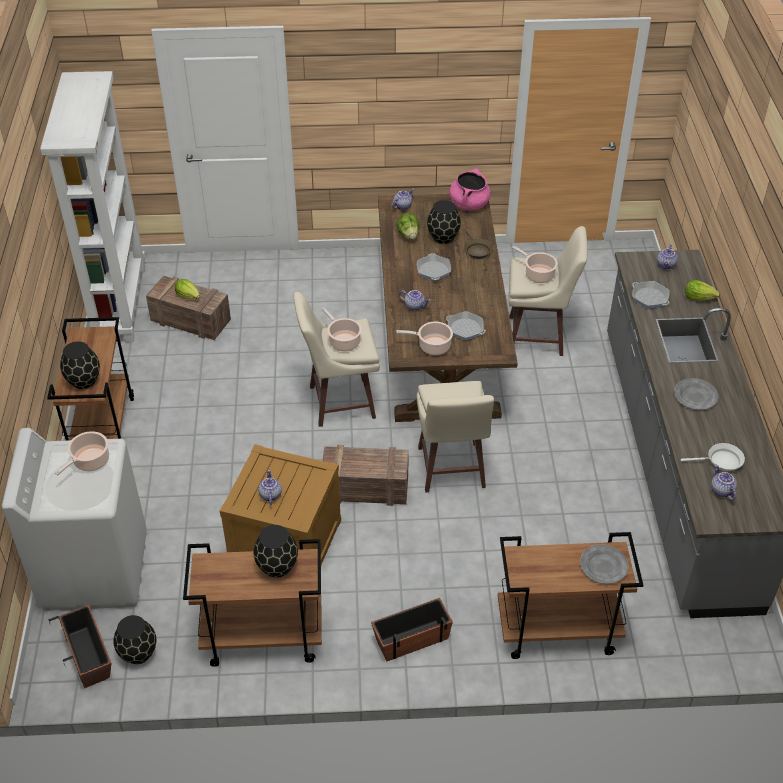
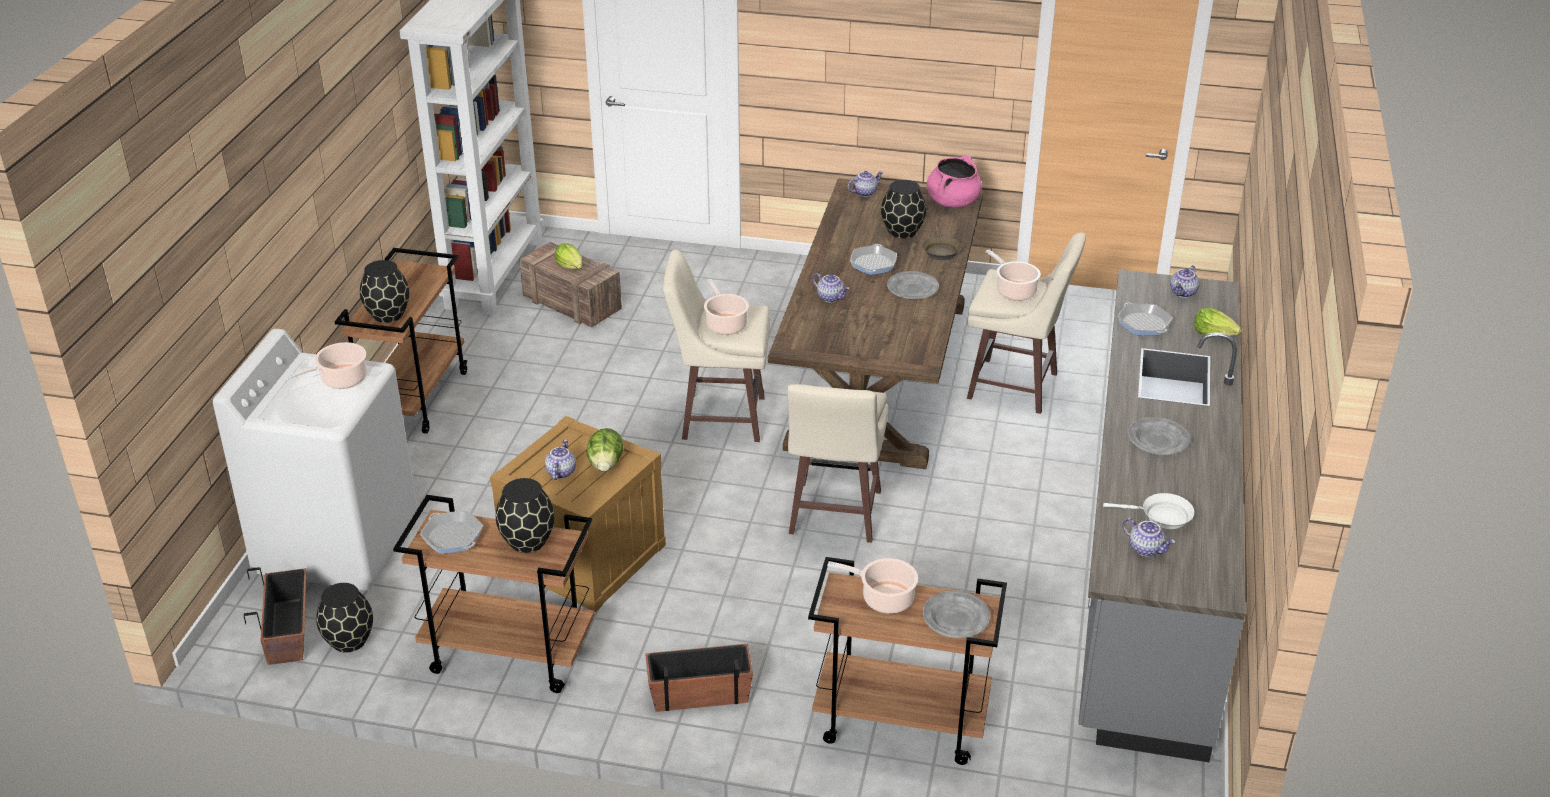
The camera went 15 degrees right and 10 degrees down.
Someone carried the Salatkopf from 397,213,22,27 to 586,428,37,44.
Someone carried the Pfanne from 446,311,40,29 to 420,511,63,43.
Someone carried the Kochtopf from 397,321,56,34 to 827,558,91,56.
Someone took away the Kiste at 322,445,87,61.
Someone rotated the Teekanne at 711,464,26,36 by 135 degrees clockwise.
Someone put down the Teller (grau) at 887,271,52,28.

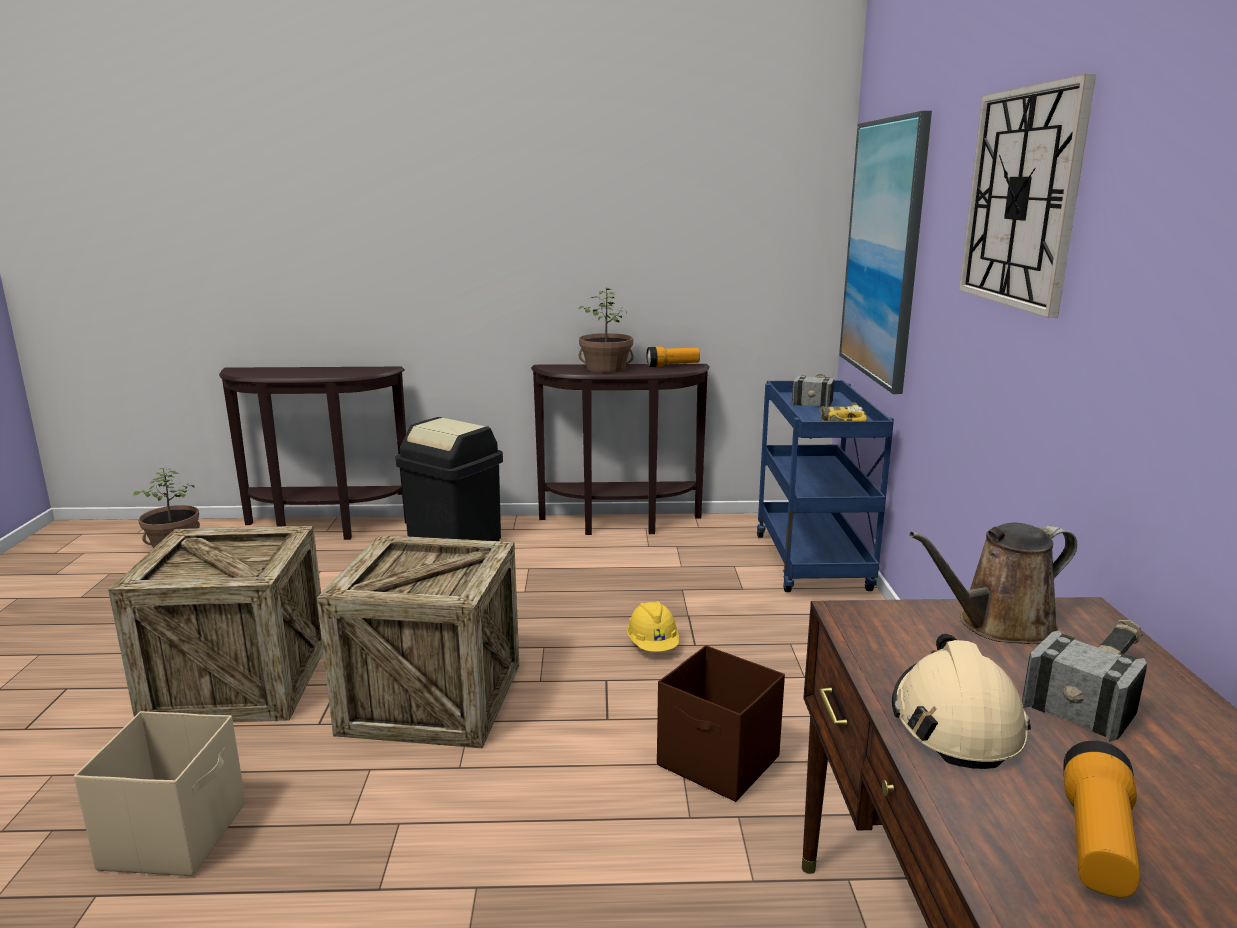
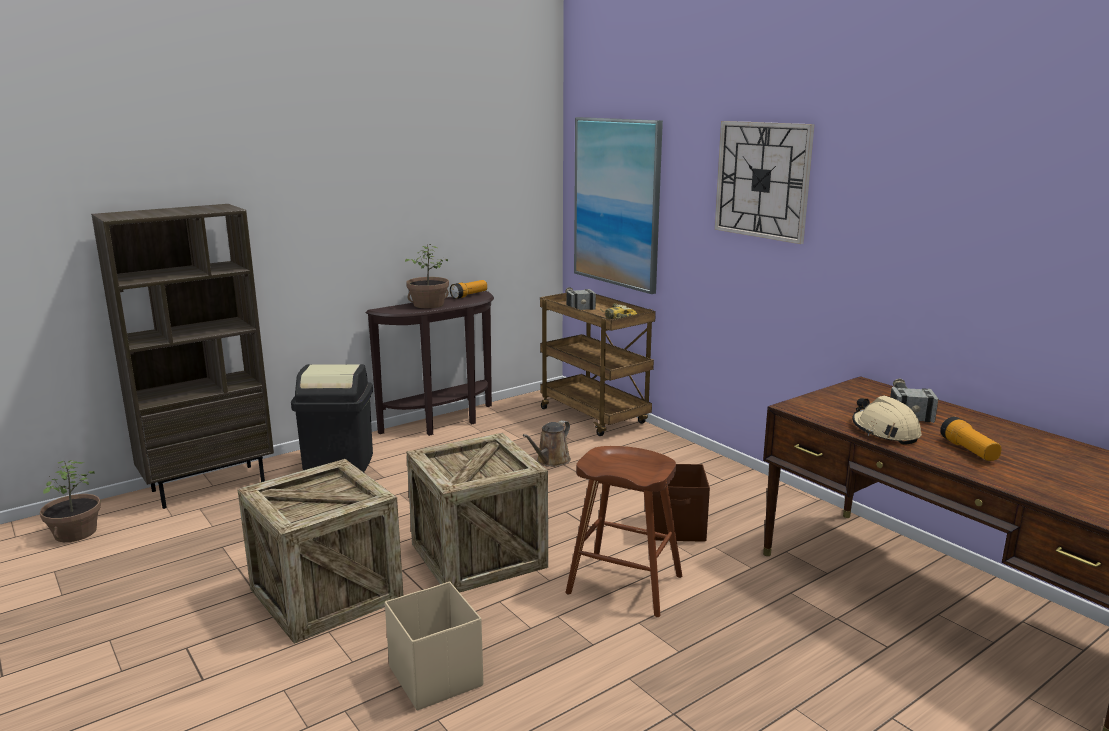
The camera went 35 degrees left and 0 degrees up.
Someone swapped the Konsolentisch (braun) at 219,367,187,173 for the Bücherregal (braun) at 91,204,183,305.
Someone repainted the Rollwagen (blau) at 757,380,137,212, which became the Rollwagen (braun) at 540,293,116,143.
Someone carried the Gießkanne (braun) from 909,522,168,122 to 523,420,48,47.
Someone took away the Schutzhelm (gelb) at 627,601,52,51.
Someone put down the Hocker (braun) at 566,446,116,171.

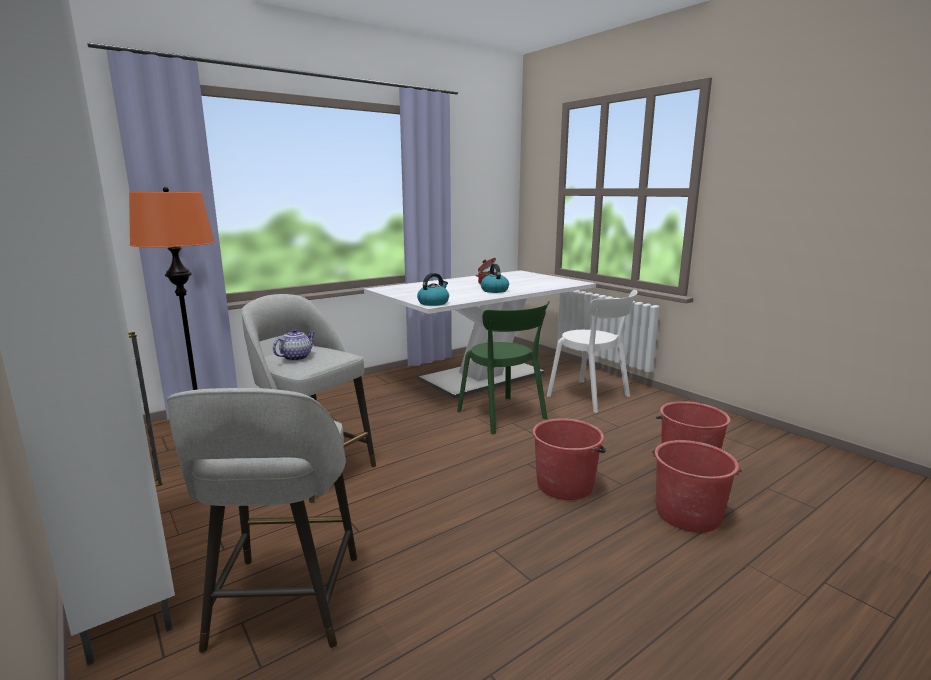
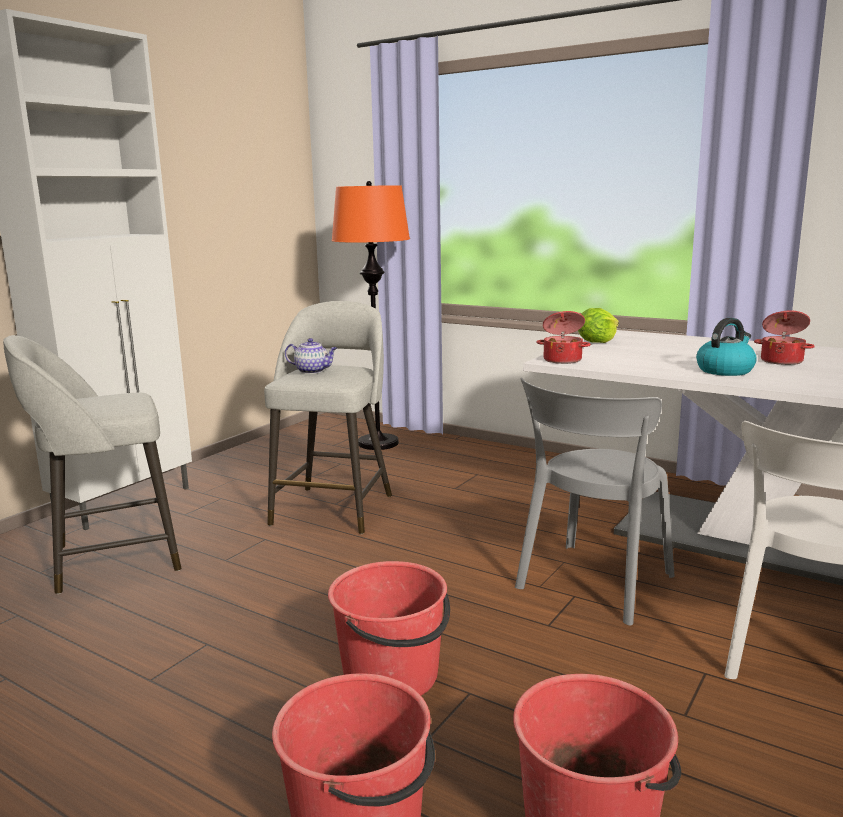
The camera went 70 degrees right and 0 degrees up.
Someone swapped the Wasserkessel at 417,273,32,33 for the Kochtopf at 536,311,55,53.
Someone repainted the Stuhl (grün) at 457,301,93,133, which became the Stuhl (grau) at 515,378,160,248.
Someone put down the Salatkopf at 578,308,41,35.

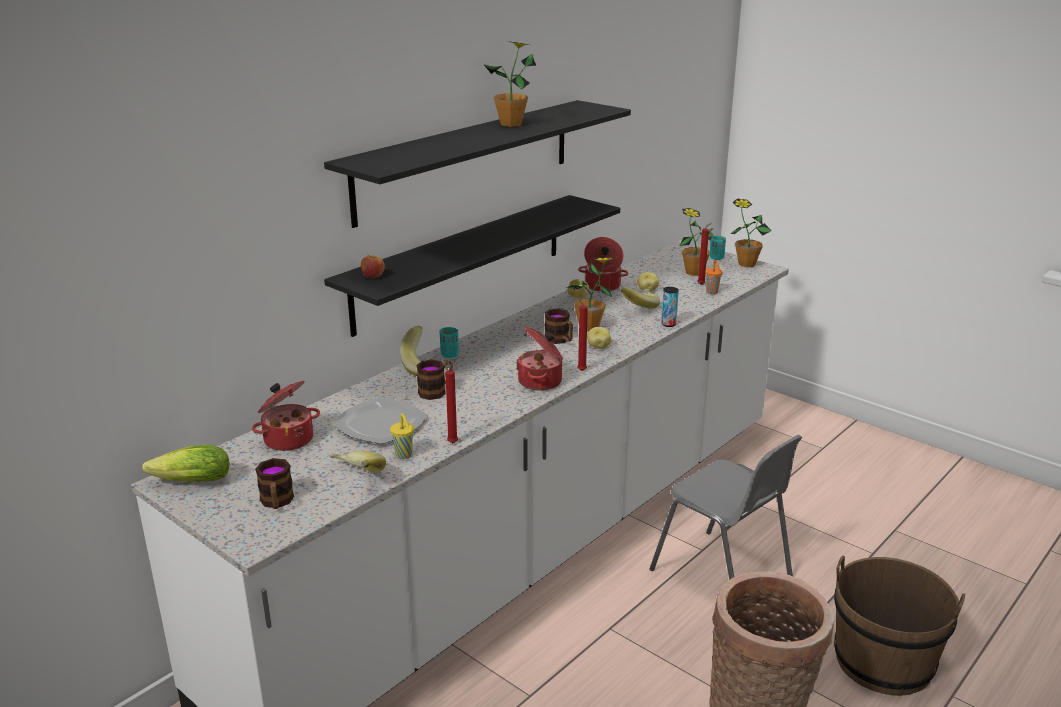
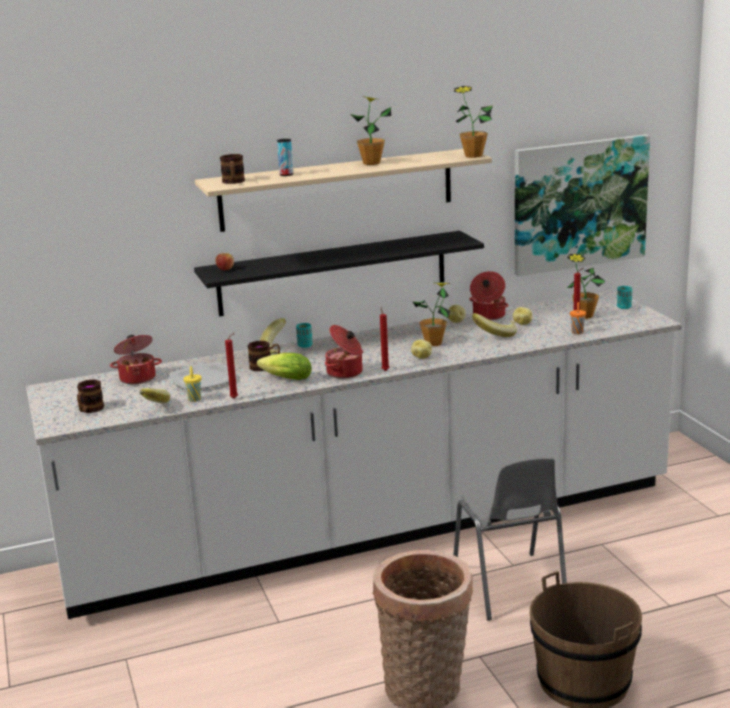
The camera went 30 degrees right and 5 degrees down.
Someone repainted the Wandregal (schwarz) at 324,100,307,128, which became the Wandregal (beige) at 195,149,297,83.
Someone carried the Topfpflanze from 730,199,41,68 to 454,86,39,72.
Someone carried the Dose from 661,287,18,40 to 277,139,16,37.
Someone carried the Henkelbecher from 545,308,28,36 to 220,154,25,30.
Someone carried the Salatkopf from 143,445,87,37 to 257,353,55,27.
Someone put up the Bild at 515,134,135,142.

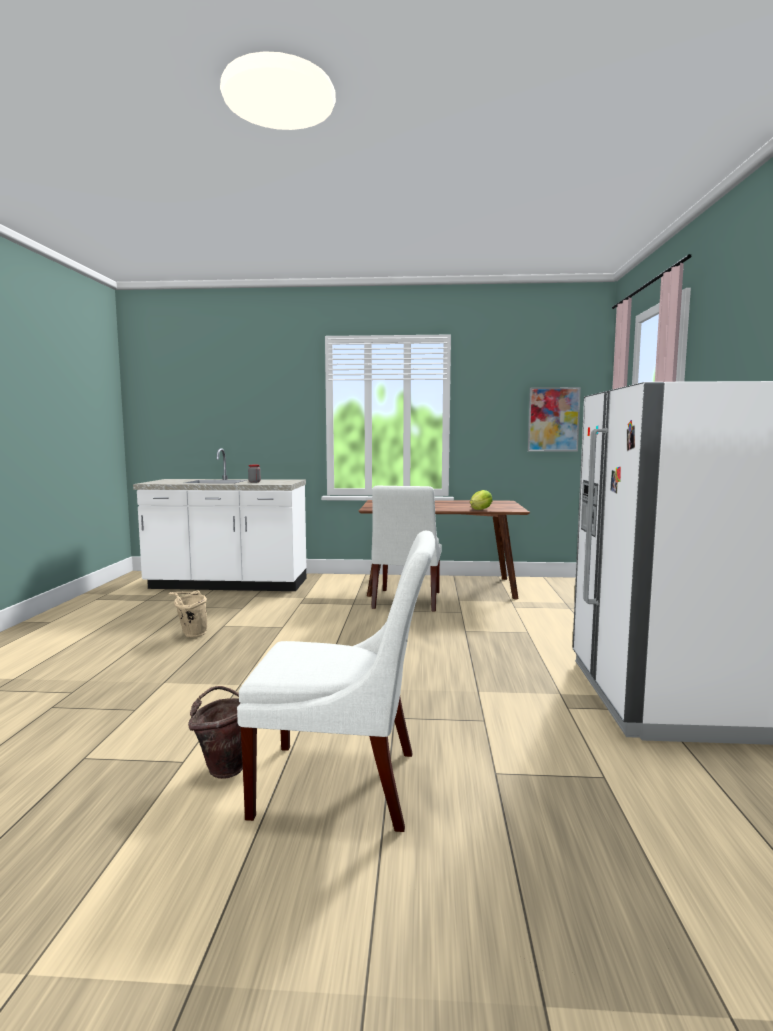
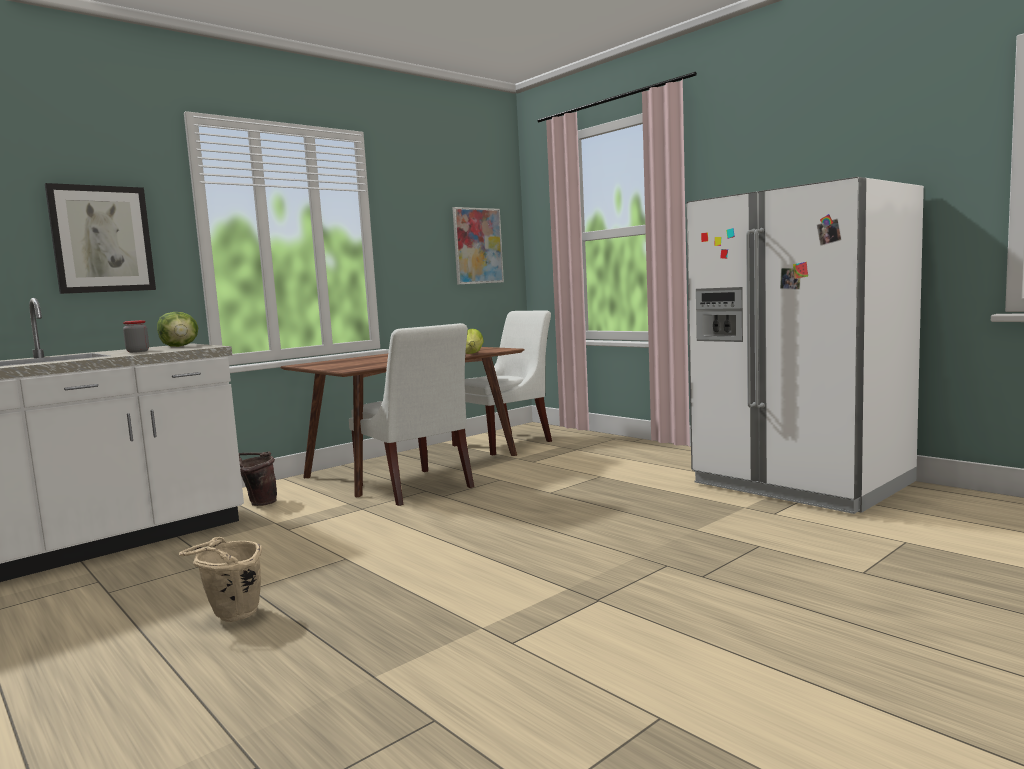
The camera went 45 degrees left and 0 degrees up.
Someone carried the Stuhl (weiß) from 237,531,198,301 to 452,311,100,144.
Someone carried the Eimer (braun) from 188,686,55,93 to 239,451,38,55.
Someone put up the Bild at 45,183,111,111.
Someone put down the Salatkopf at 157,312,41,35.

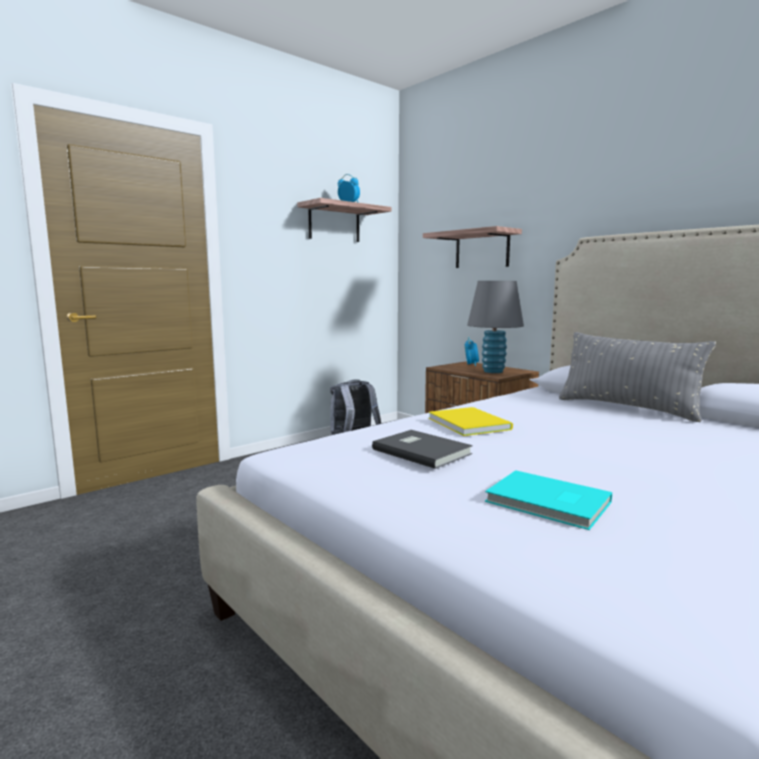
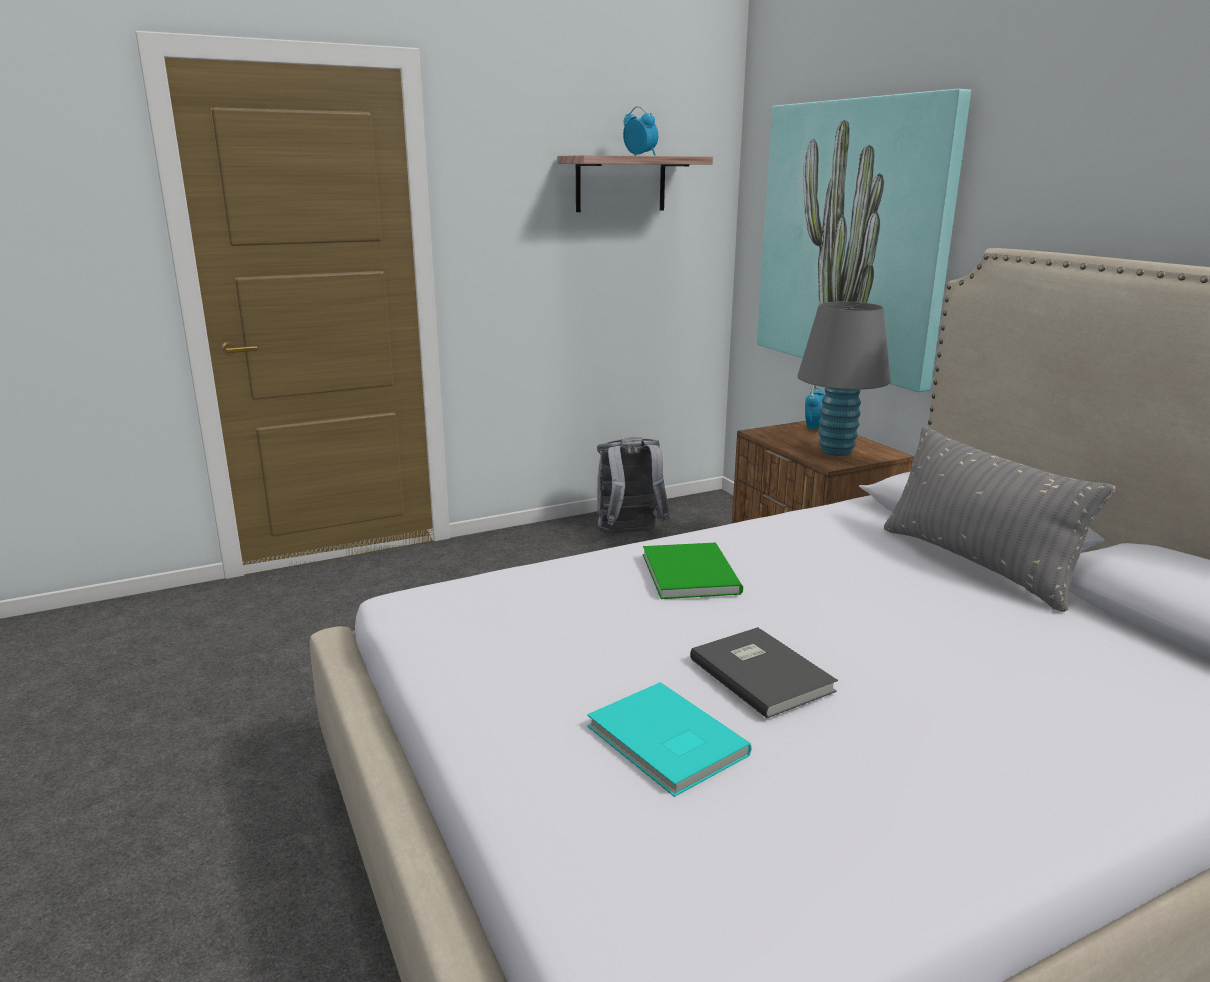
The camera went 15 degrees right and 10 degrees up.
Someone swapped the Wandregal at 423,226,99,42 for the Bild at 757,89,214,303.
Someone repainted the Buch (gelb) at 429,407,84,29, which became the Buch (grün) at 643,543,100,56.
Someone carried the Buch (grau) from 372,430,101,39 to 690,627,148,91.

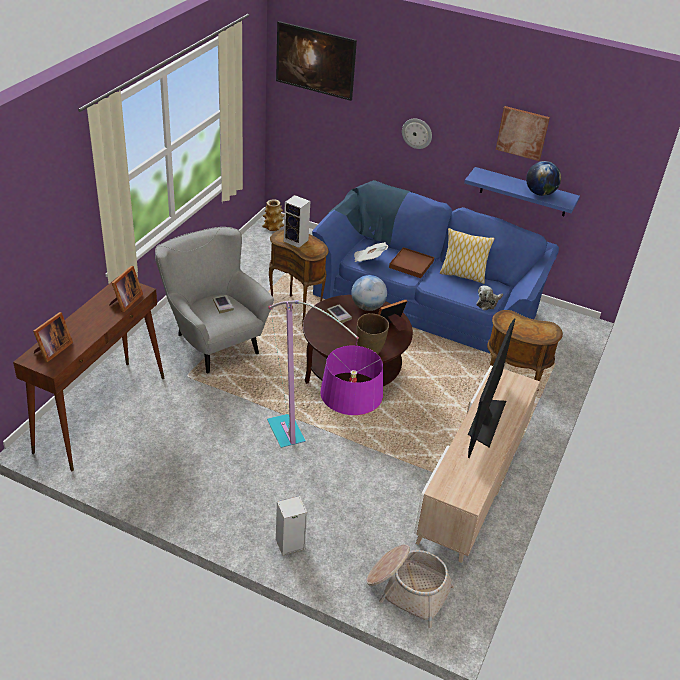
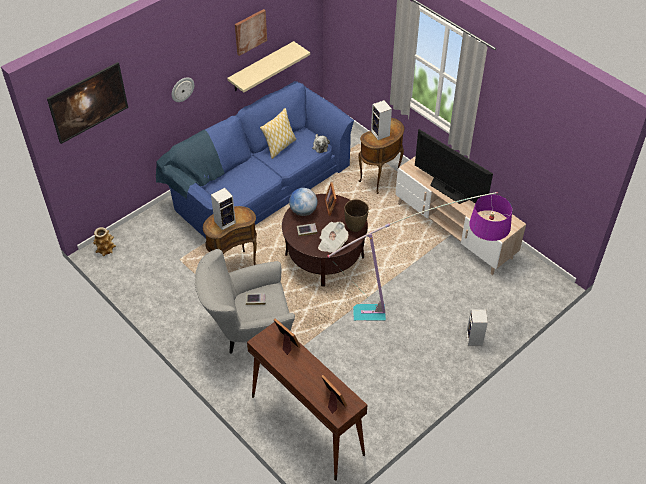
The camera went 65 degrees left and 10 degrees up.
Someone took away the Globus at 526,161,35,35.
Someone repainted the Wandregal (blau) at 464,167,116,49, which became the Wandregal (beige) at 227,41,83,52.
Someone carried the Zeitung from 354,242,34,20 to 318,222,30,31.
Someone took away the Tablett (braun) at 389,247,45,31.
Someone took away the Korb at 367,544,87,84.
Someone put down the Lautsprecher at 371,100,21,40.

